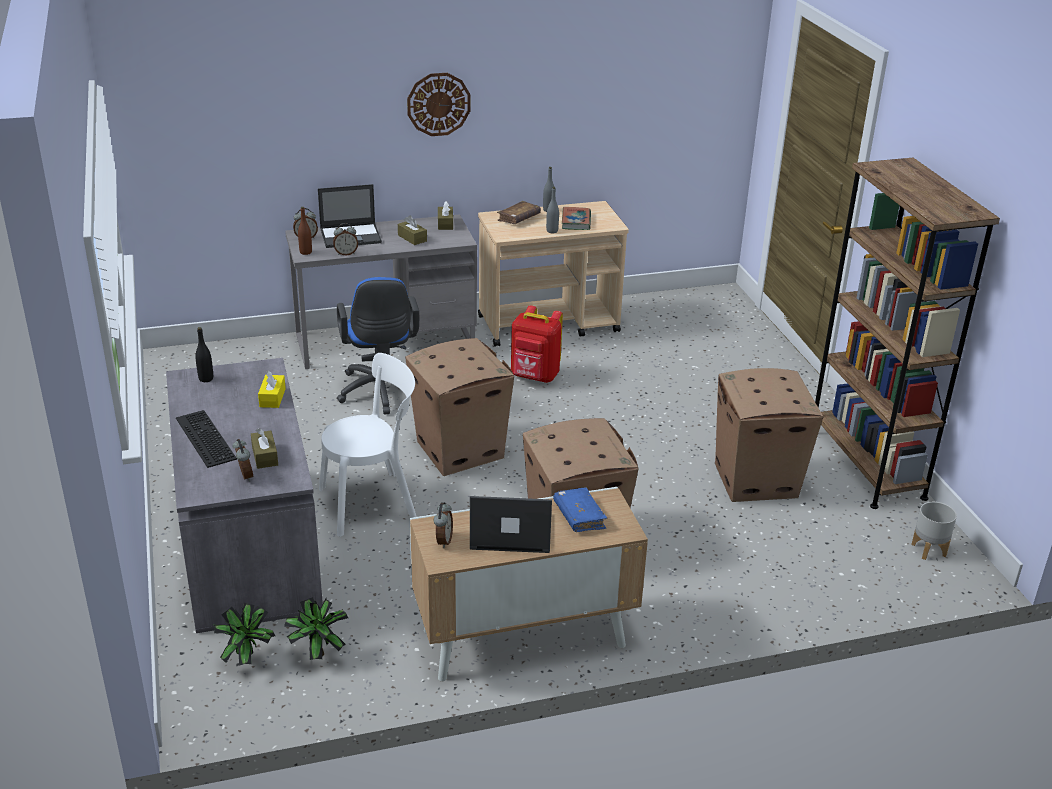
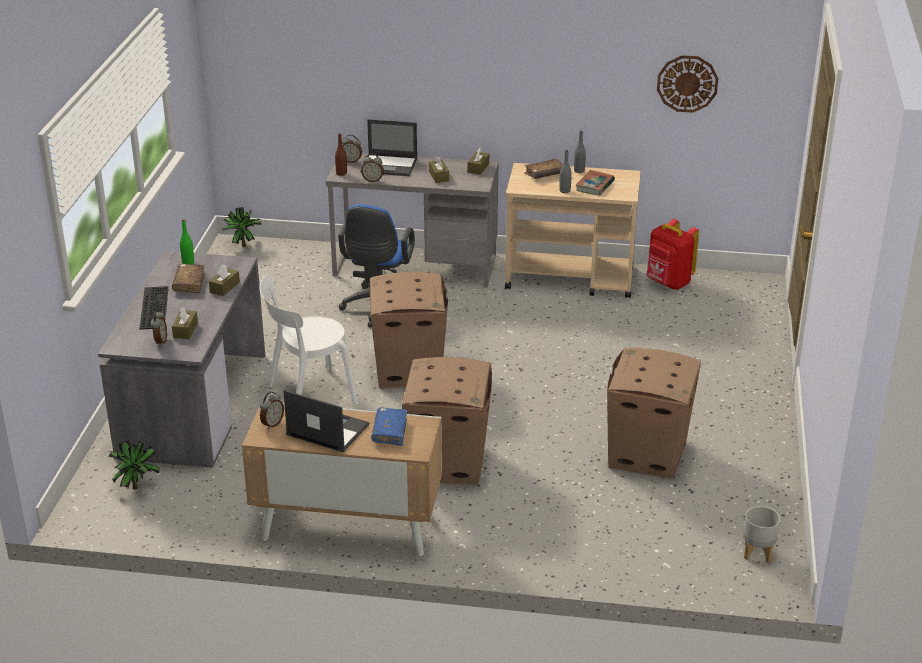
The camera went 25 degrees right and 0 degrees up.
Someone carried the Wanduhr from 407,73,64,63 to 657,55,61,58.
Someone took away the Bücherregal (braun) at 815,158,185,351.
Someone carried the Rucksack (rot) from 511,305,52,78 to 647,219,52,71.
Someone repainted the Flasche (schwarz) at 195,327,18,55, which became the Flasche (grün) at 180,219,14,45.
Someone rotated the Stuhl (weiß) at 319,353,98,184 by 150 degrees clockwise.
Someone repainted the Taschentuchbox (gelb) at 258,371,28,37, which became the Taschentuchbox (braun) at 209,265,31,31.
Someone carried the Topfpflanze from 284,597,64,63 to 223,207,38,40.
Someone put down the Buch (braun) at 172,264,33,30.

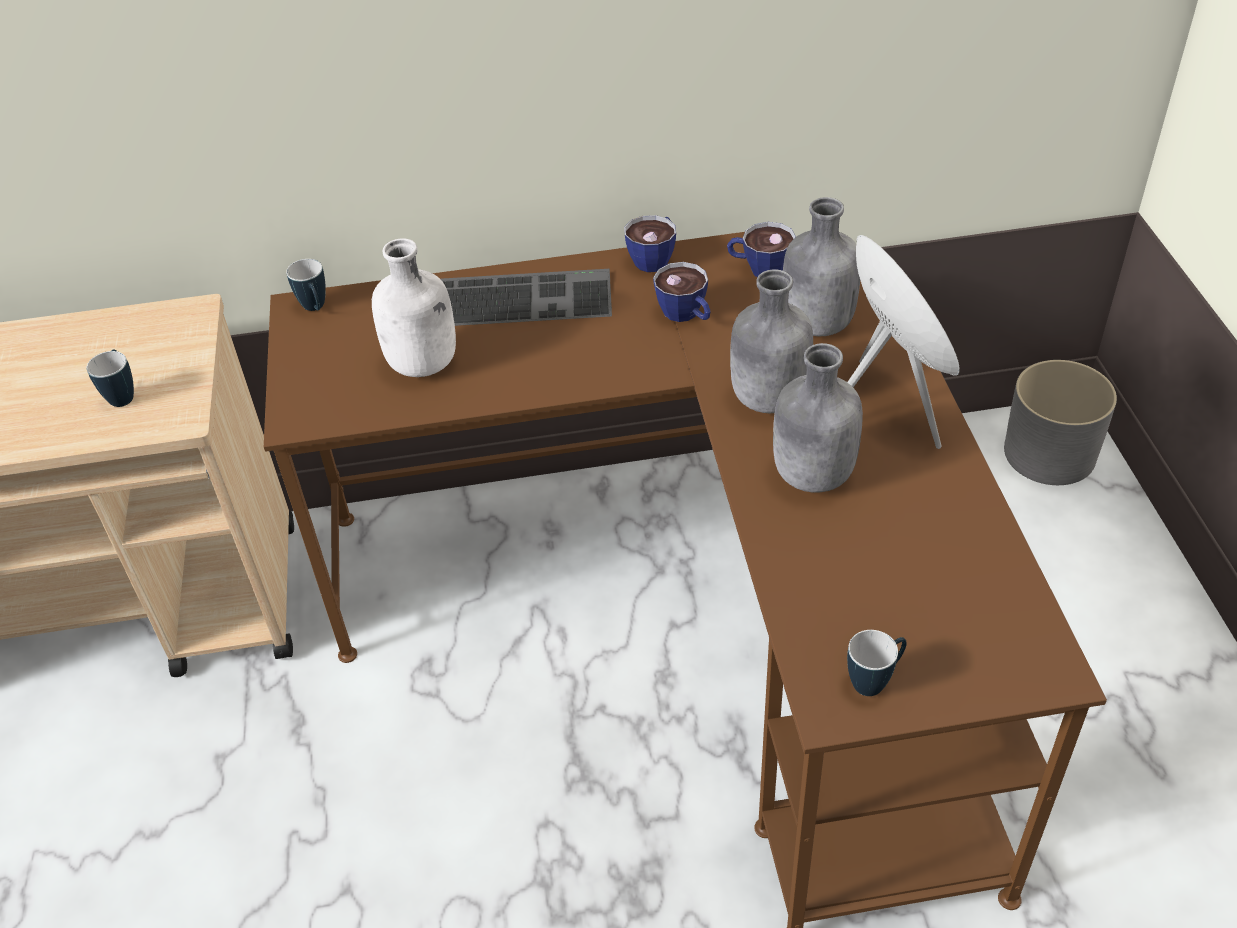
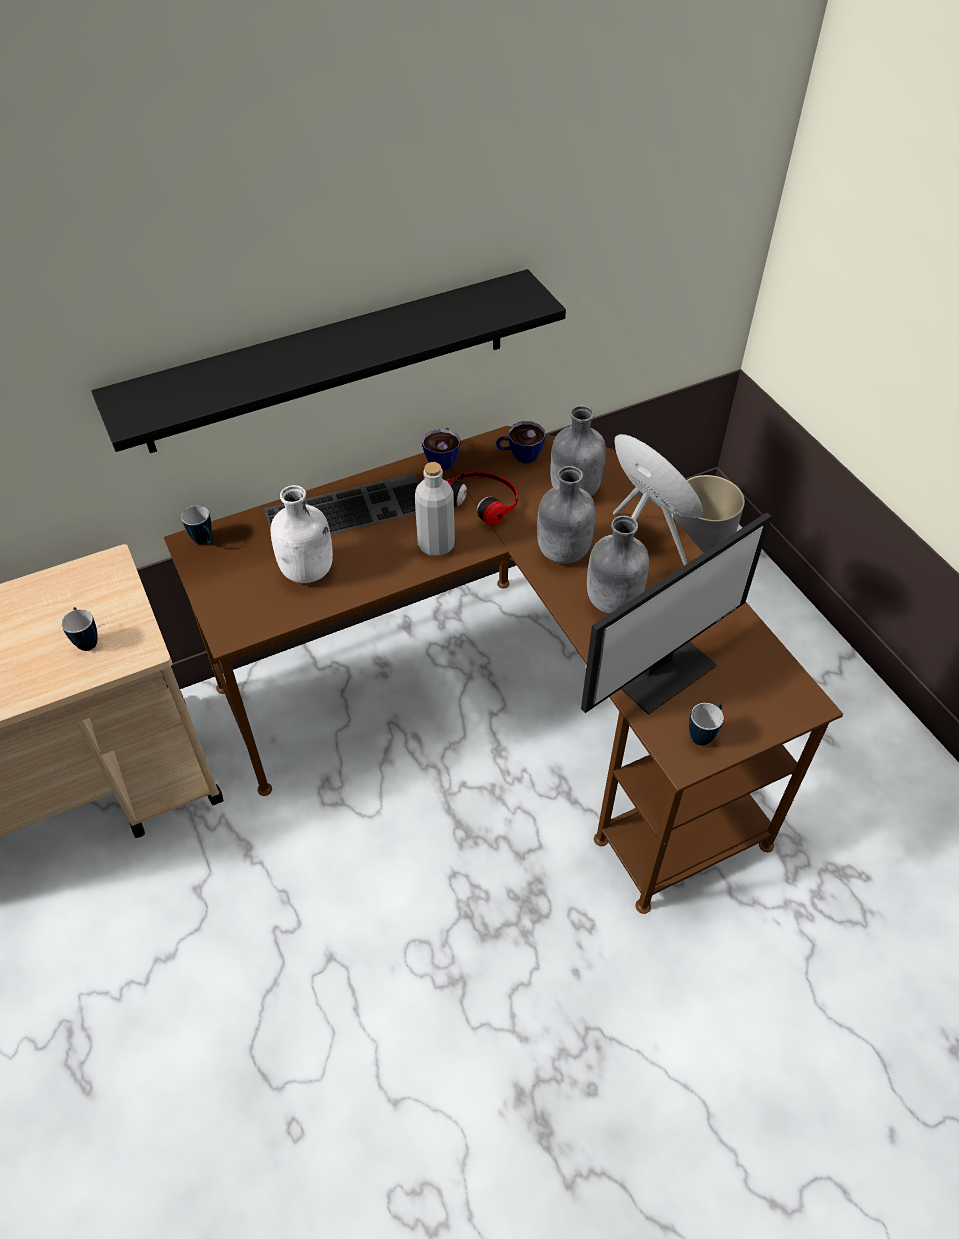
The camera went 20 degrees left and 5 degrees up.
Someone swapped the Tasse at 653,262,58,60 for the Kopfhörer at 446,472,72,54.
Someone put up the Wandregal (schwarz) at 91,269,475,184.
Someone put down the Flasche (grau) at 415,462,40,94.
Someone put down the Monitor at 581,512,191,203.

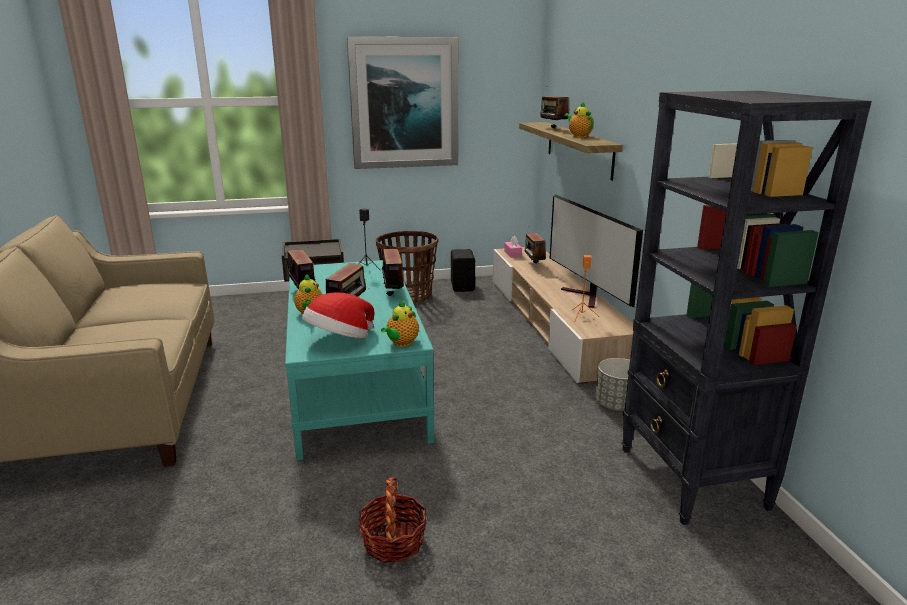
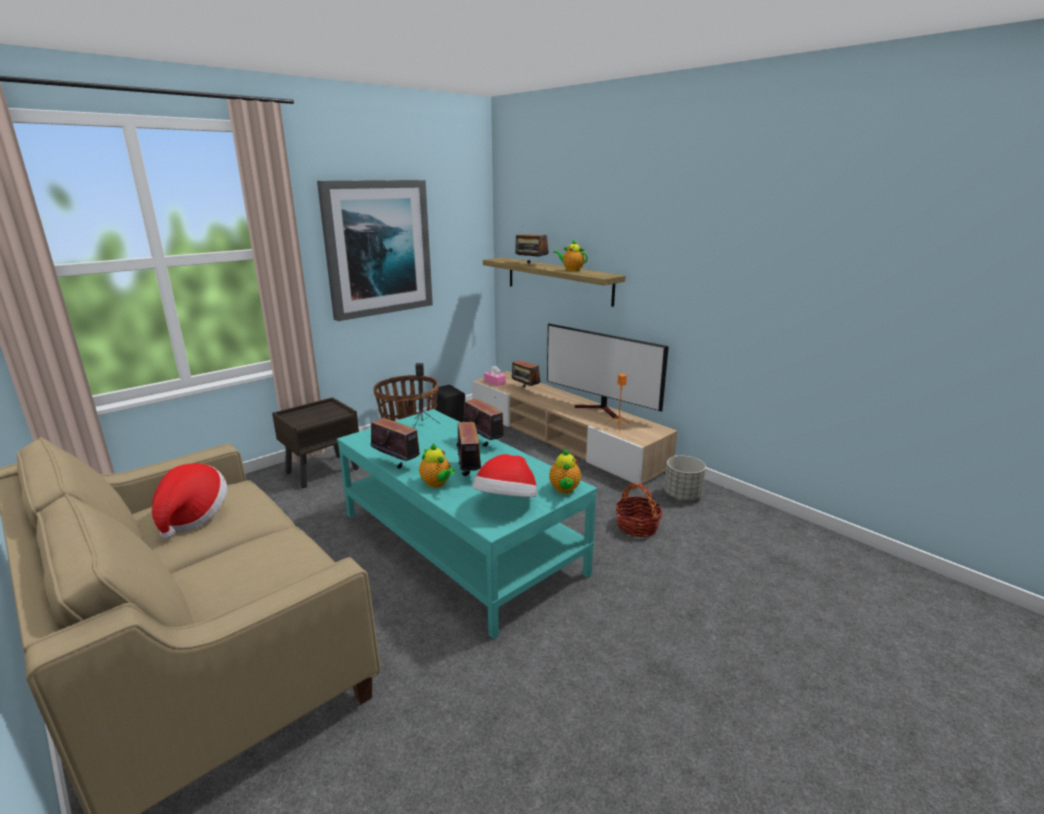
The camera went 30 degrees left and 0 degrees up.
Someone took away the Bücherregal (schwarz) at 622,91,250,434.
Someone carried the Korb from 358,477,69,86 to 616,483,47,54.
Someone put down the Hut at 152,463,75,76.

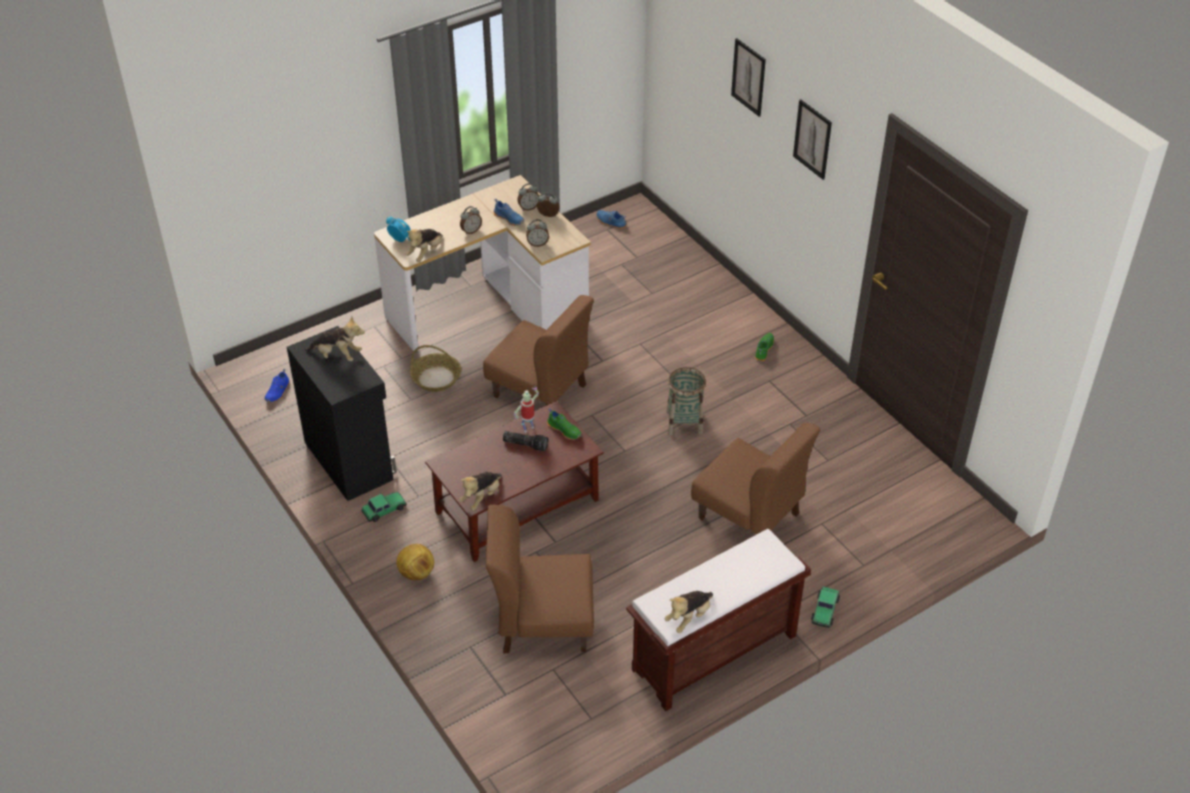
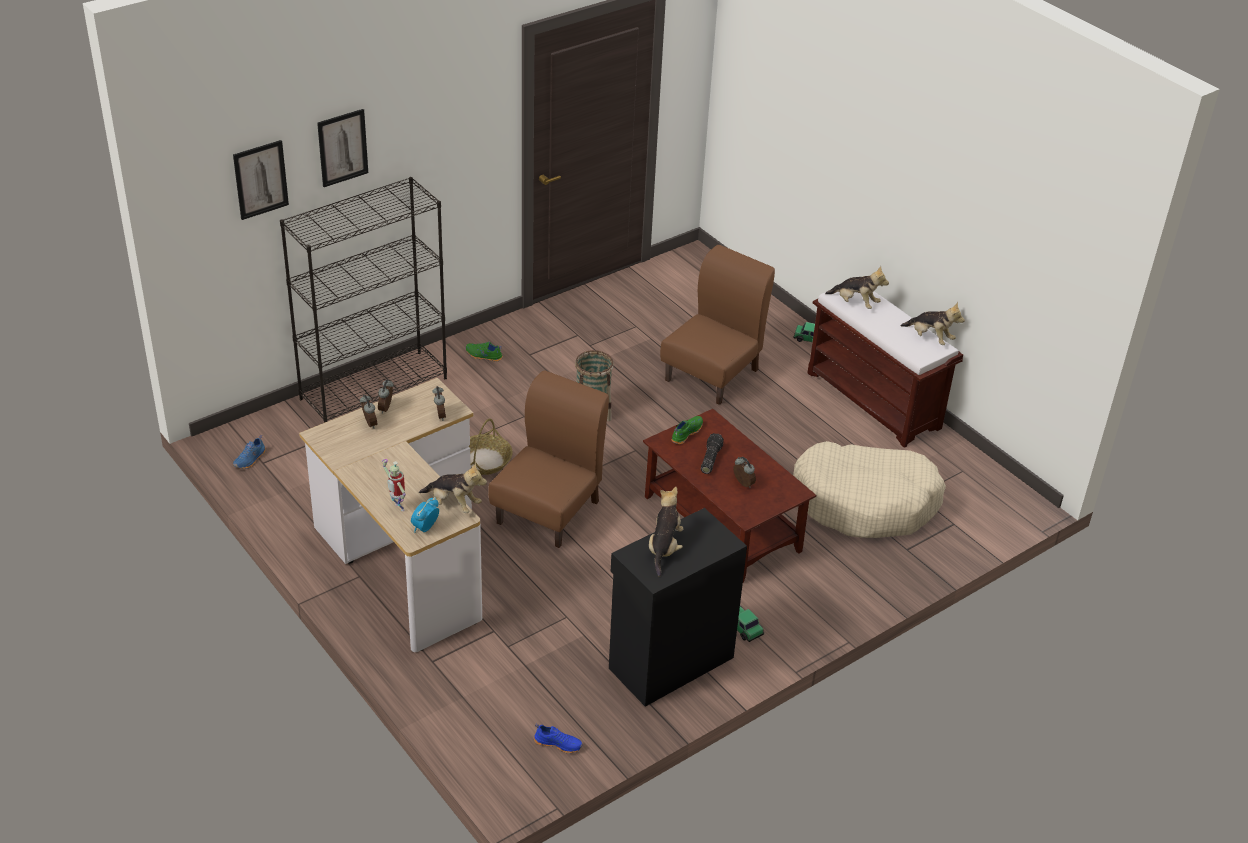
The camera went 95 degrees left and 5 degrees down.
Someone carried the Bild from 793,99,39,81 to 233,140,56,80.
Someone took away the Schuh (blau) at 493,199,31,27.
Someone carried the Wecker from 460,206,22,29 to 733,457,23,31.
Someone carried the Korb from 410,345,51,47 to 469,418,44,57.
Someone carried the Spielzeugroboter from 514,386,25,47 to 382,459,24,52.
Someone carried the Plüschtier from 459,472,43,39 to 825,266,64,43.
Someone swapped the Stuhl (braun) at 486,505,108,148 for the Hundebett (beige) at 793,441,153,97.
Someone took away the Fußball at 396,544,38,36.
Someone put down the Bücherregal (schwarz) at 280,177,167,246.

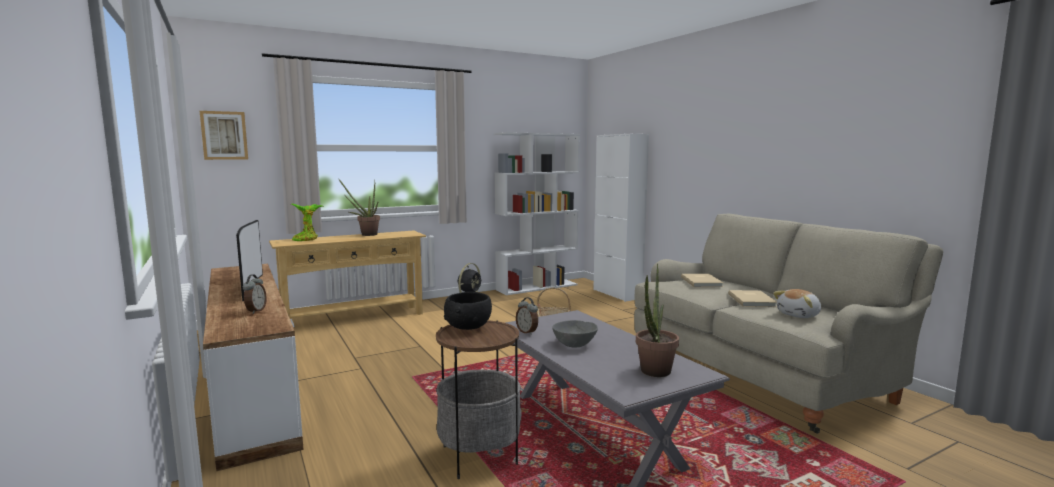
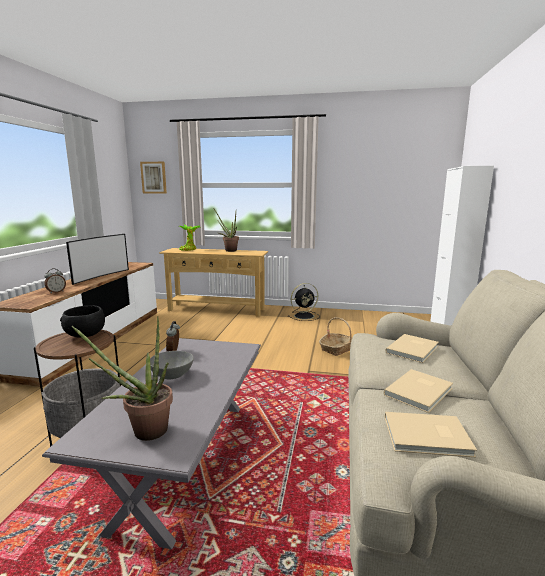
The camera went 40 degrees right and 5 degrees up.
Someone took away the Bücherregal (weiß) at 494,132,86,163.
Someone swapped the Plüschtier at 773,289,48,29 for the Buch (beige) at 385,412,92,45.

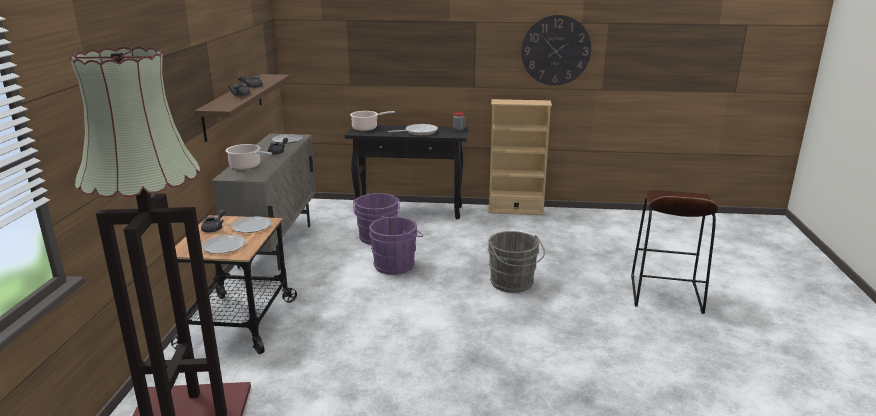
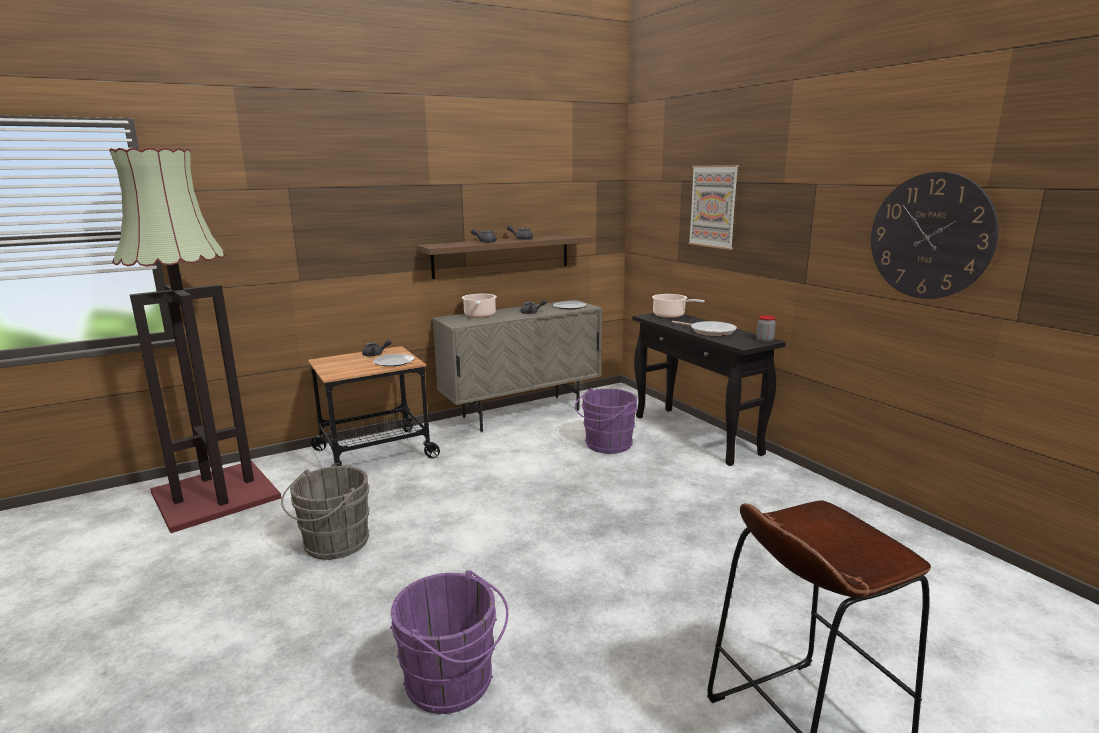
The camera went 55 degrees right and 5 degrees down.
Someone took away the Bücherregal (beige) at 488,99,64,116.
Someone carried the Eimer (lila) from 369,216,54,59 to 390,570,118,144.
Someone carried the Eimer (grau) from 488,231,57,62 to 281,466,89,94.
Someone took away the Teller at 202,235,44,19.
Someone put up the Bild at 688,165,51,85.

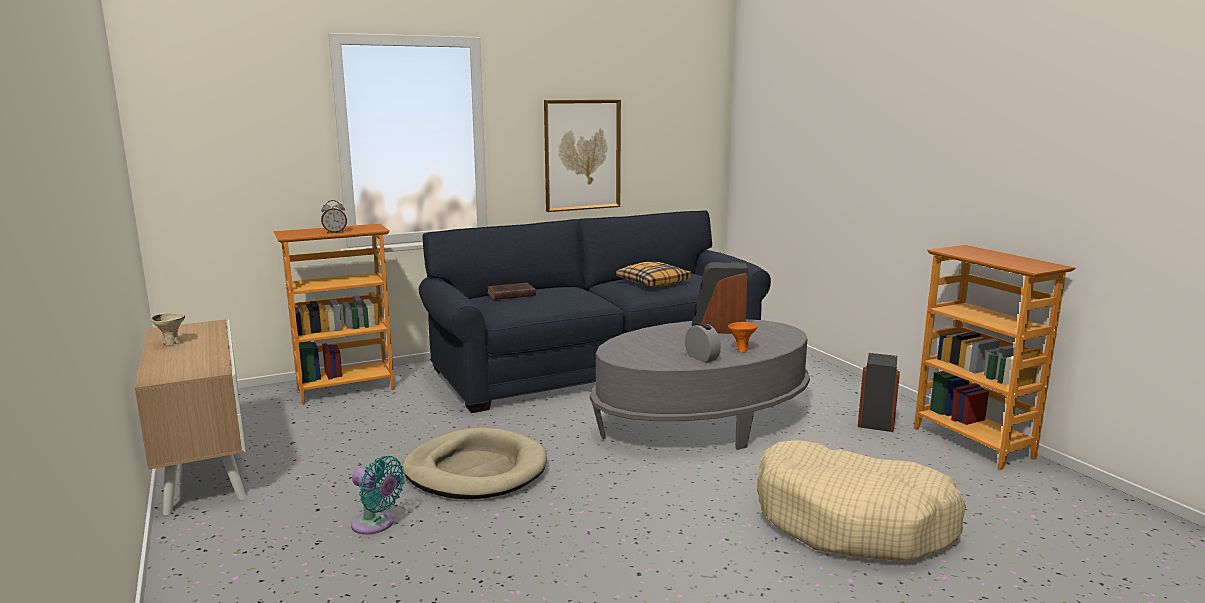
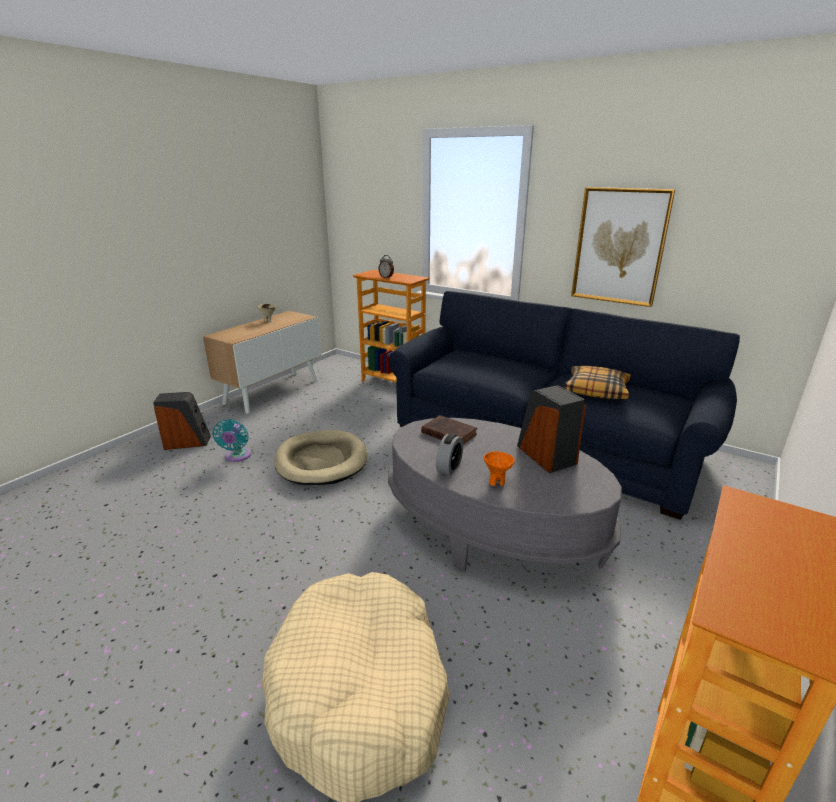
The camera went 60 degrees right and 10 degrees up.
Someone carried the Buch (braun) from 487,283,49,17 to 421,415,56,29.
Someone carried the Lautsprecher from 858,353,42,79 to 153,392,58,58.

